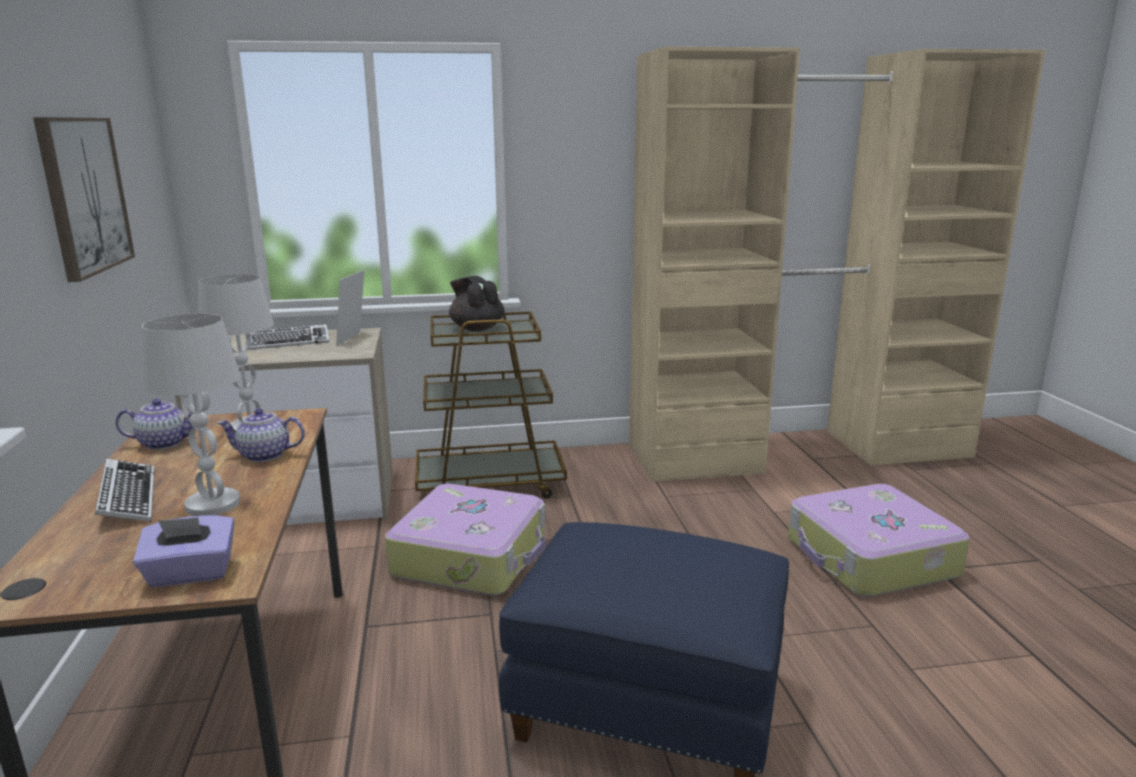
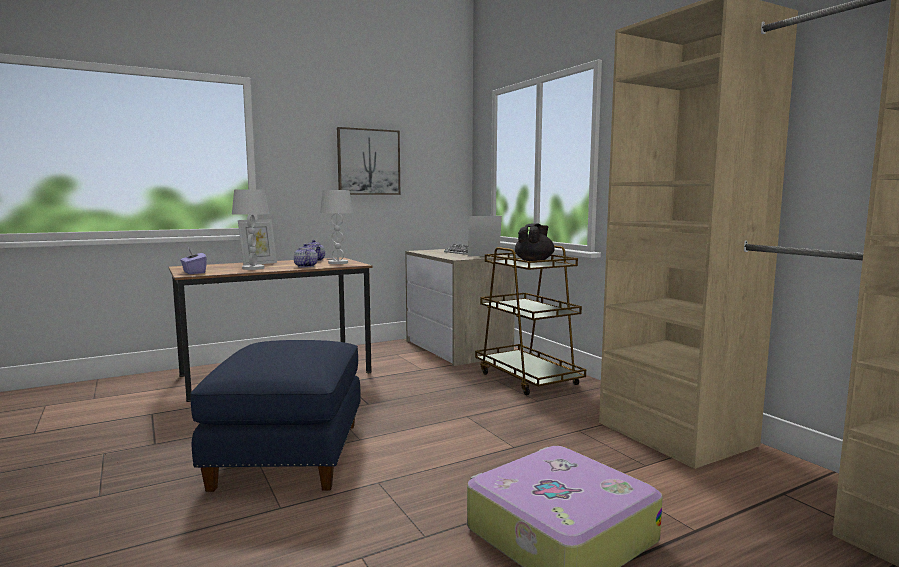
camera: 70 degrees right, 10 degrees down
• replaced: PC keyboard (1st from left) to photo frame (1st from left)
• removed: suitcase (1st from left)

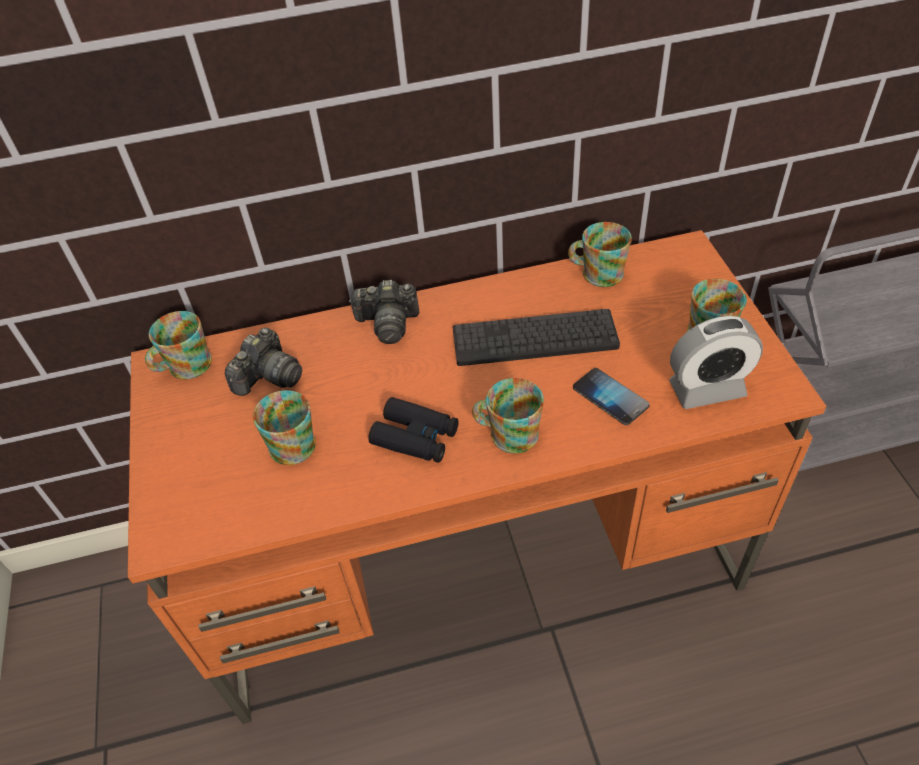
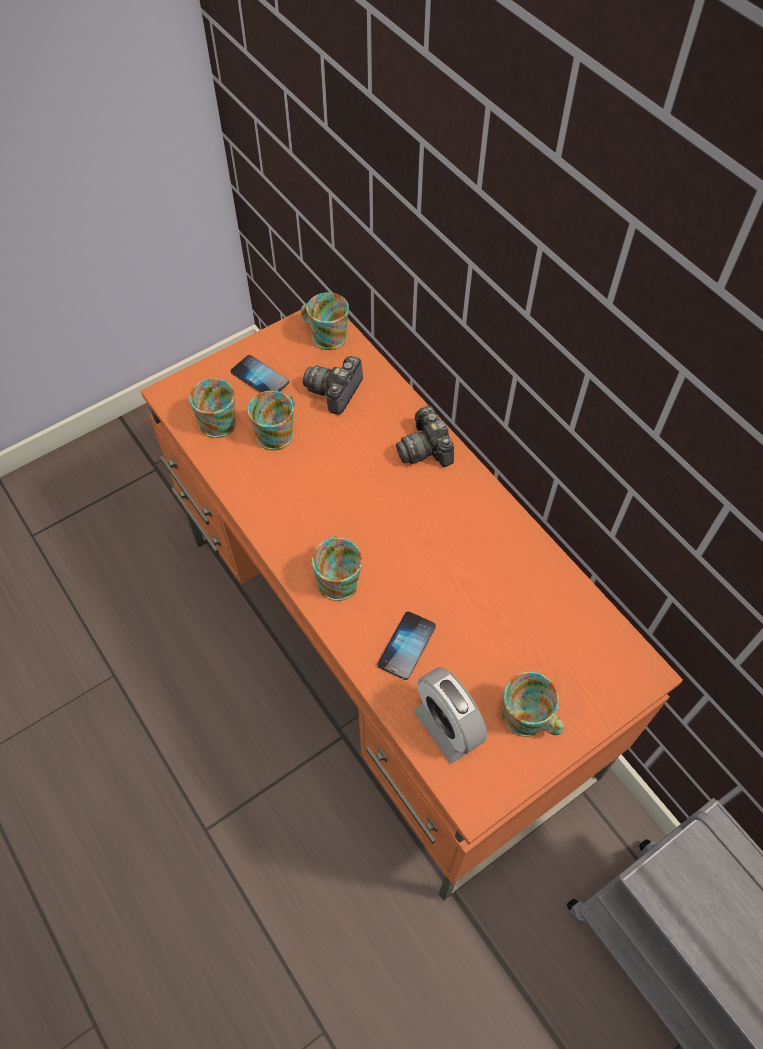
camera: 65 degrees right, 10 degrees up
• moved: tea mug (4th from left in the first image) to tea mug (1st from left)
• removed: PC keyboard
• turned: still camera (1st from left) 105 degrees clockwise
• removed: pair of binoculars (black)
• added: handset (1st from left)

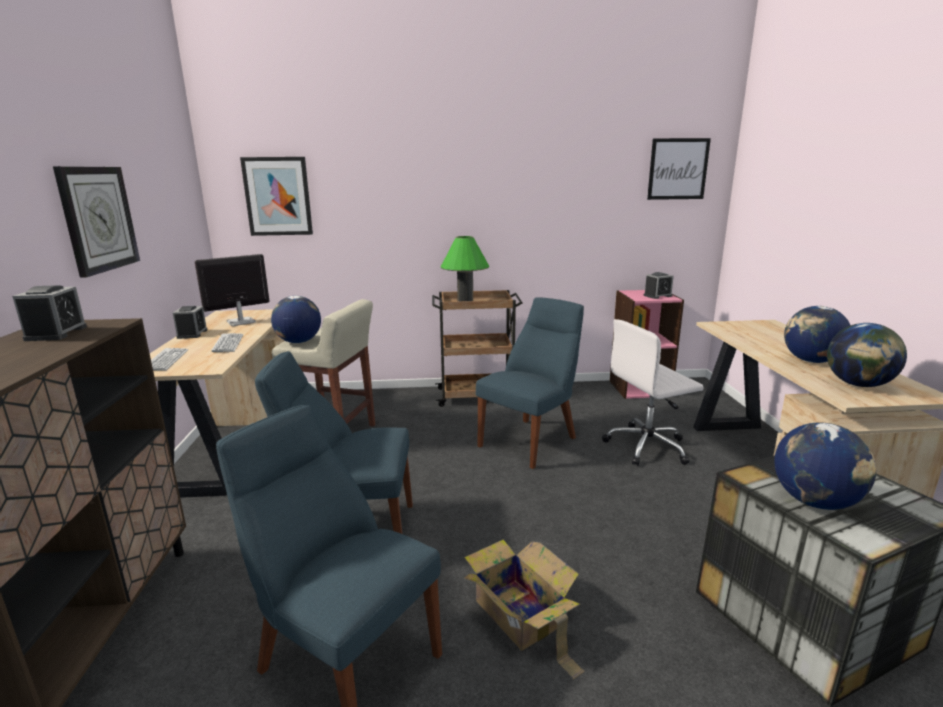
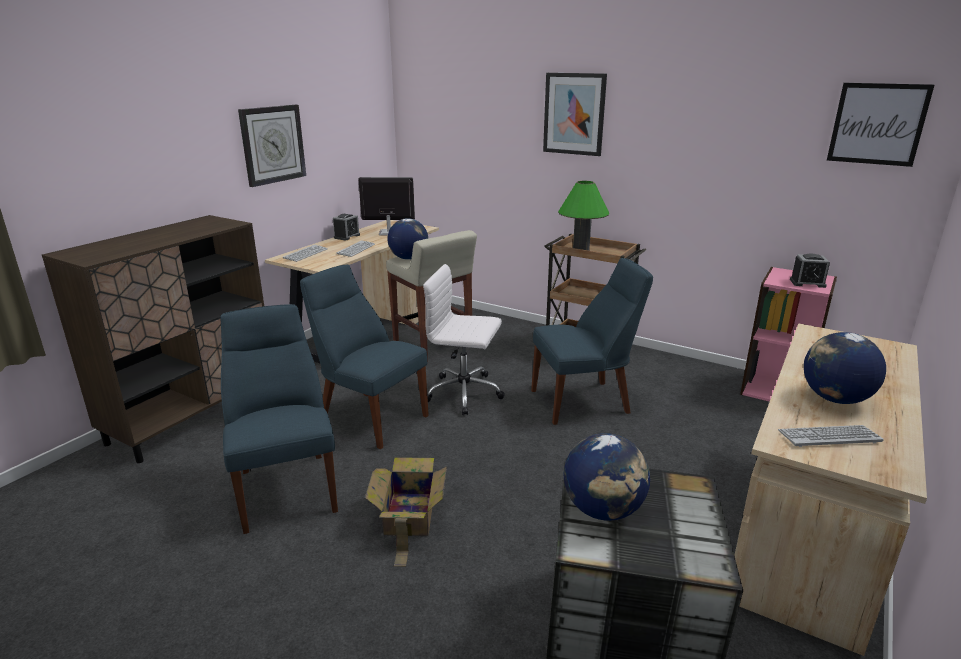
camera: 35 degrees right, 5 degrees up
• moved: wall picture (1st from left)
• removed: bedside clock (1st from left)
• moved: desk chair (white-coloured)
• replaced: world globe (4th from left) to PC keyboard (3rd from left)

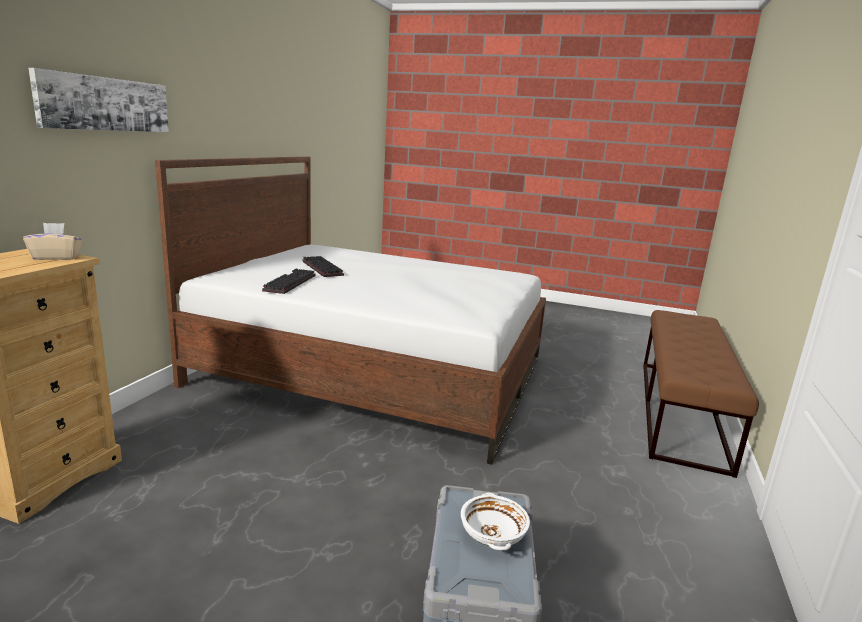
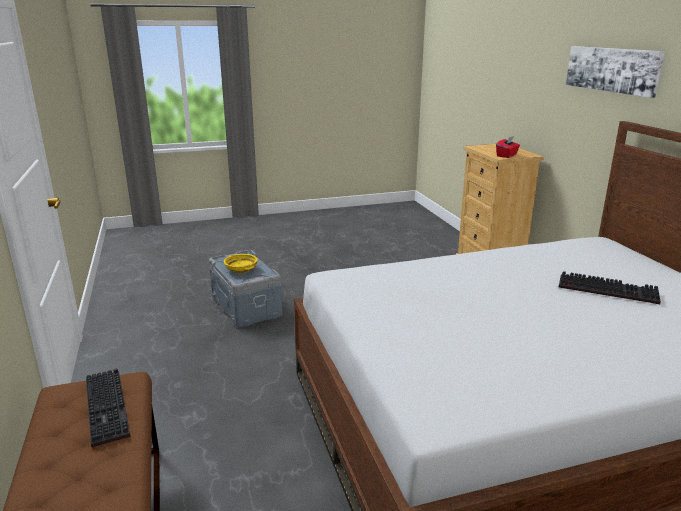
camera: 145 degrees right, 5 degrees up
• recoloured: box of tissues (beige-coloured) to box of tissues (red-coloured)
• moved: PC keyboard (1st from left)
• recoloured: bowl (white-coloured) to bowl (yellow-coloured)

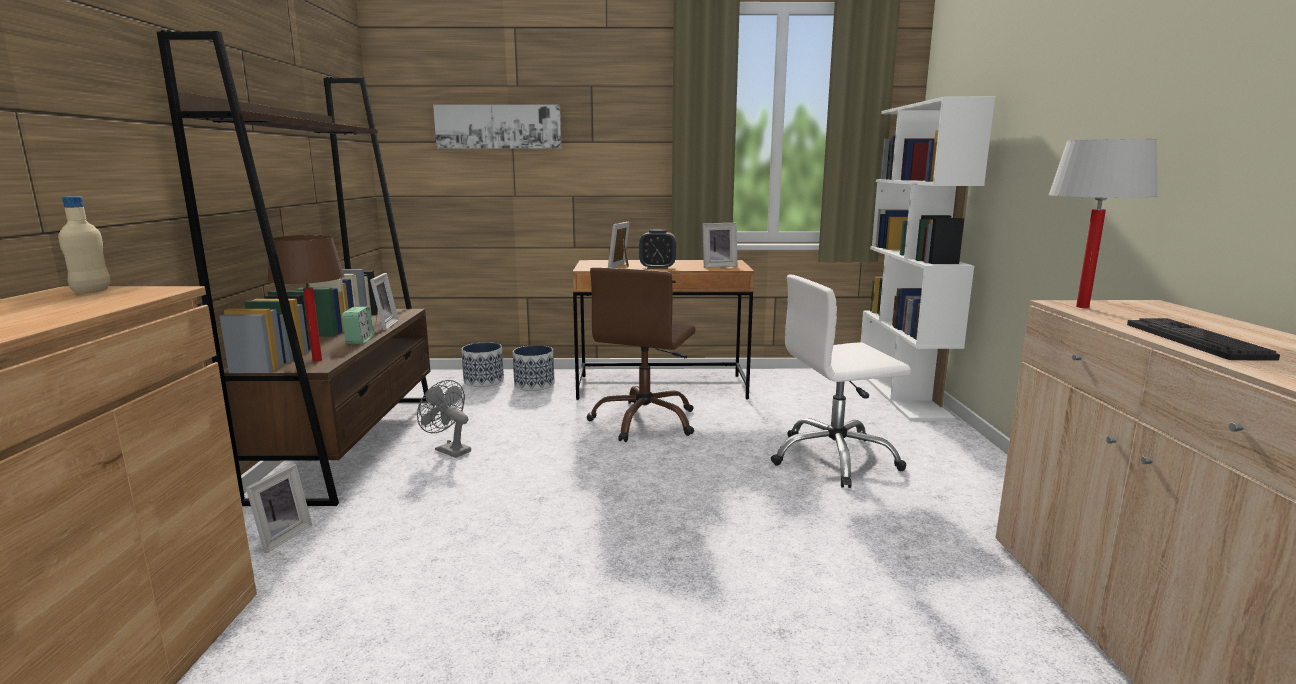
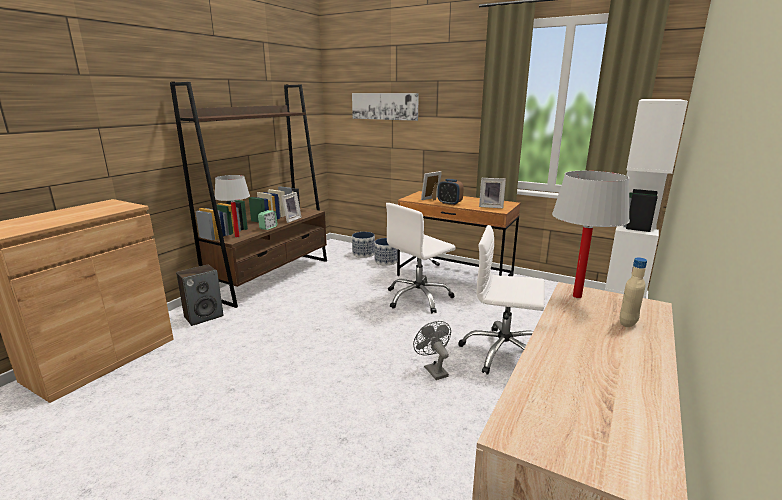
camera: 30 degrees right, 5 degrees up
• moved: bottle (beige-coloured)
• recoloured: lamp for a table (brown-coloured) to lamp for a table (white-coloured) (1st from left)
• recoloured: desk chair (brown-coloured) to desk chair (white-coloured) (1st from left)
• removed: PC keyboard
• moved: electric fan (greyish)
• replaced: photo frame (1st from left) to audio speaker

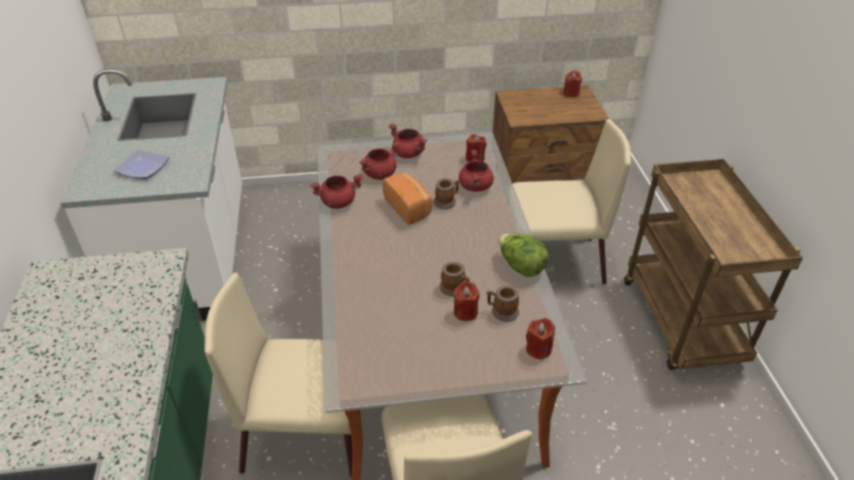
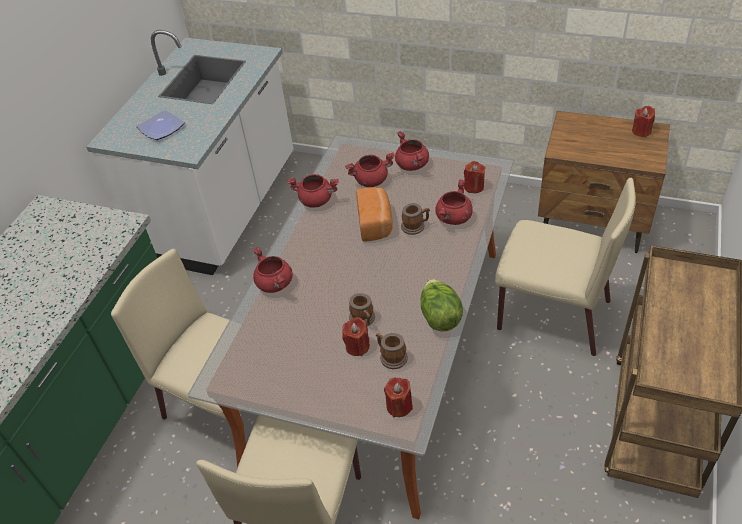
camera: 30 degrees right, 5 degrees up
• added: saucepot (red-coloured) (1st from left)

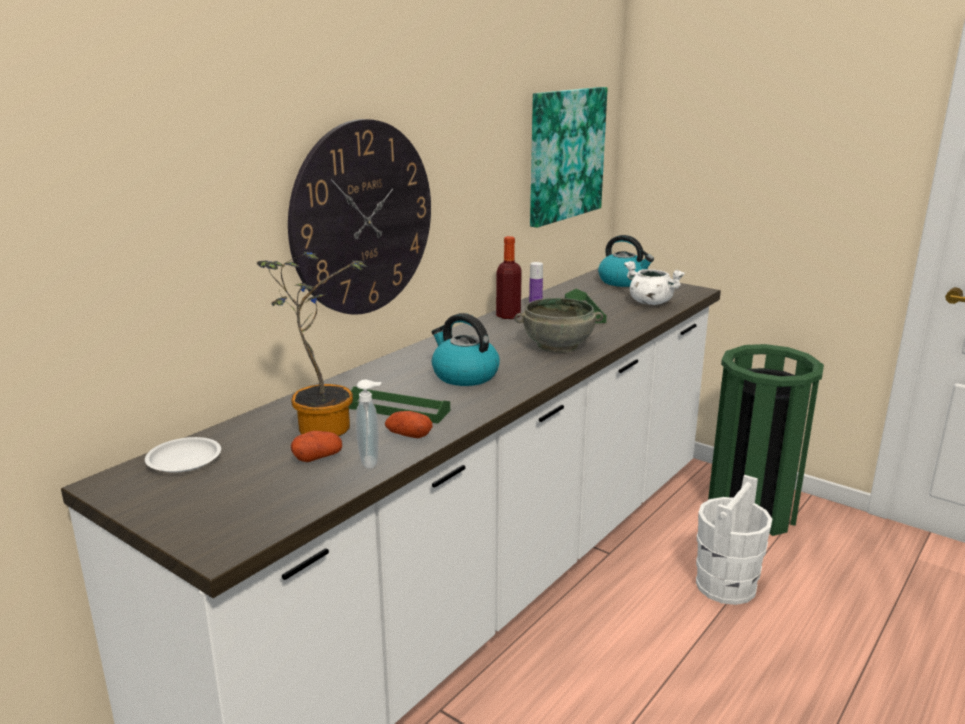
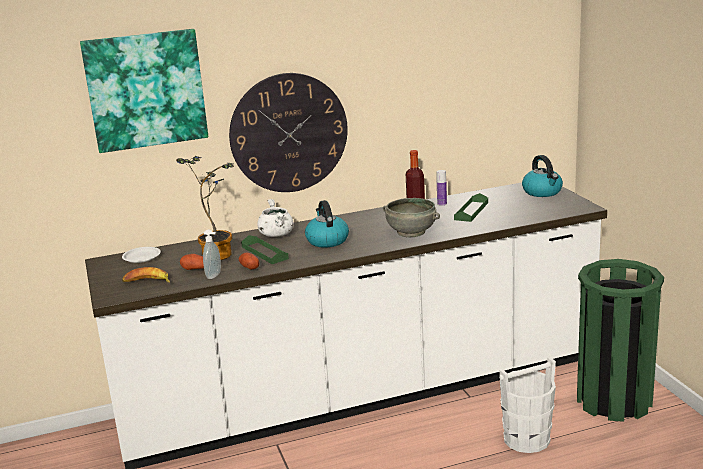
camera: 35 degrees right, 0 degrees up
• moved: wall picture
• moved: saucepot (white-coloured)
• added: banana

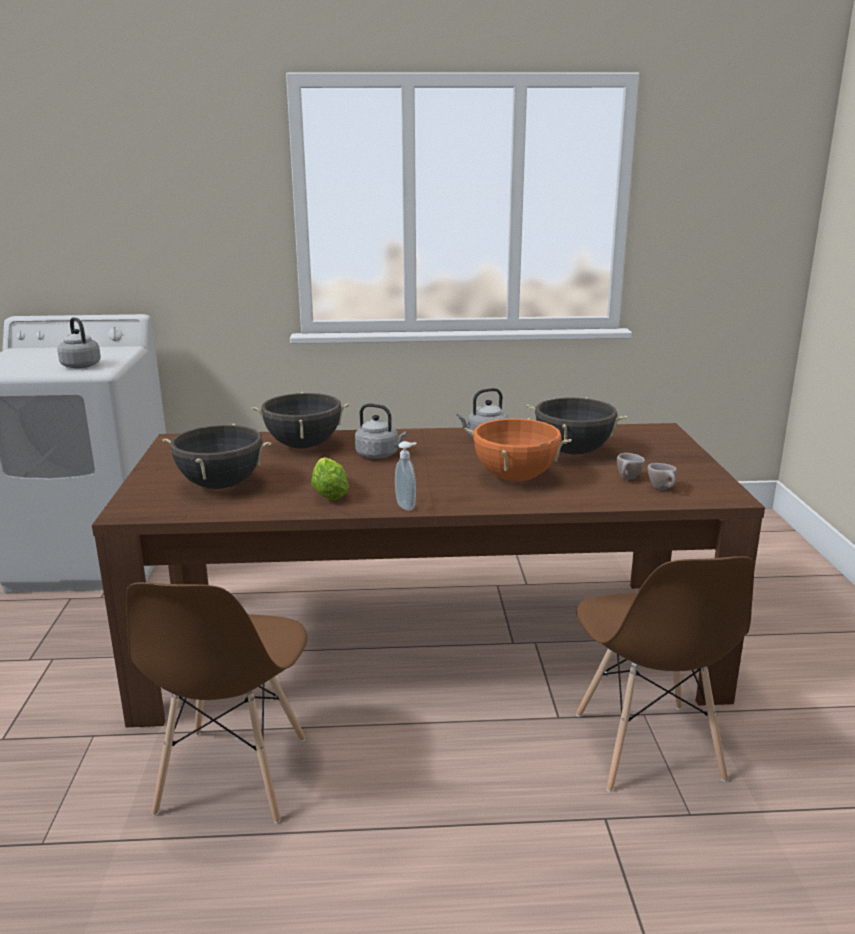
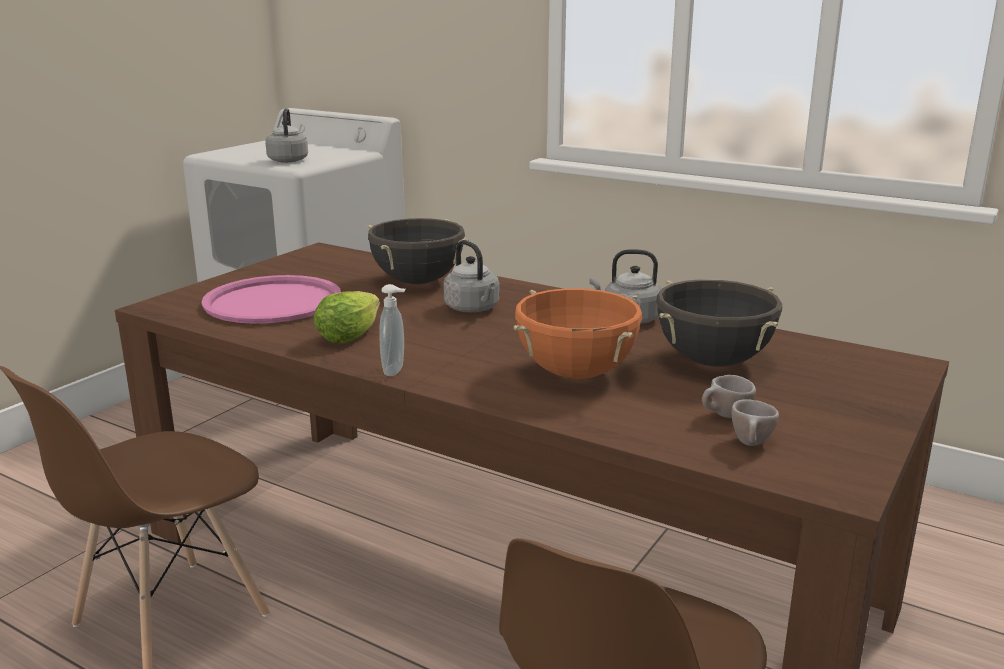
camera: 35 degrees right, 0 degrees up
• replaced: saucepot (black) (1st from left) to carrying tray (pinkish)

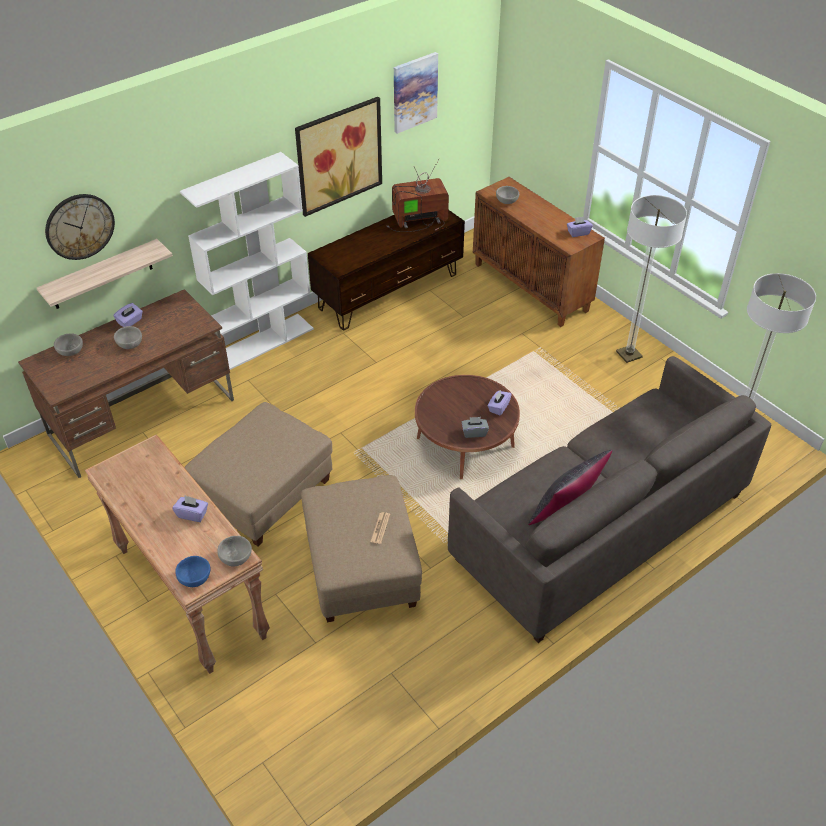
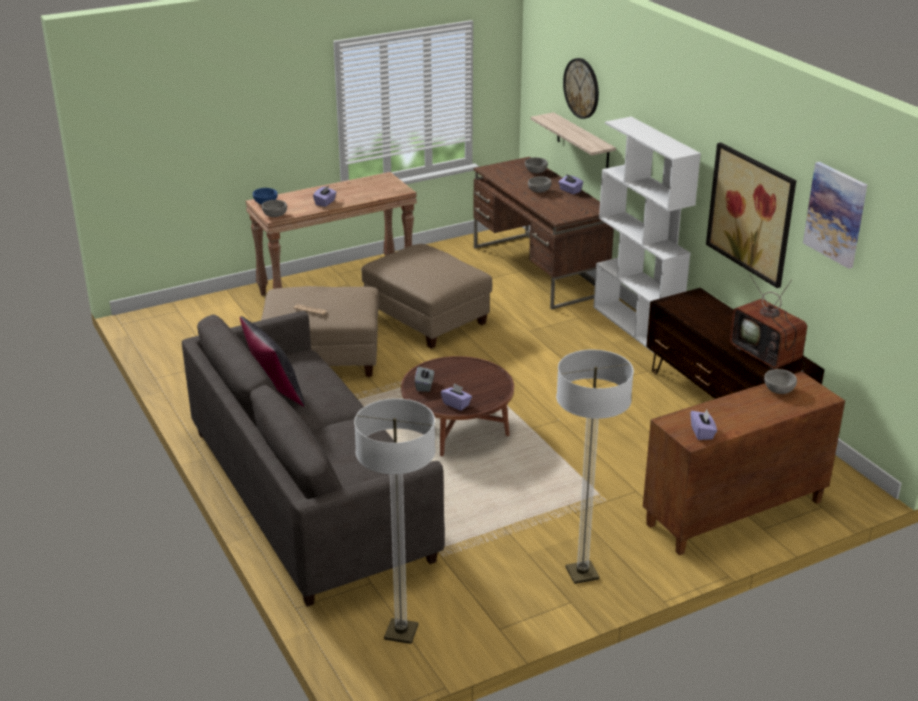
camera: 100 degrees right, 15 degrees down
• turned: television 150 degrees clockwise

